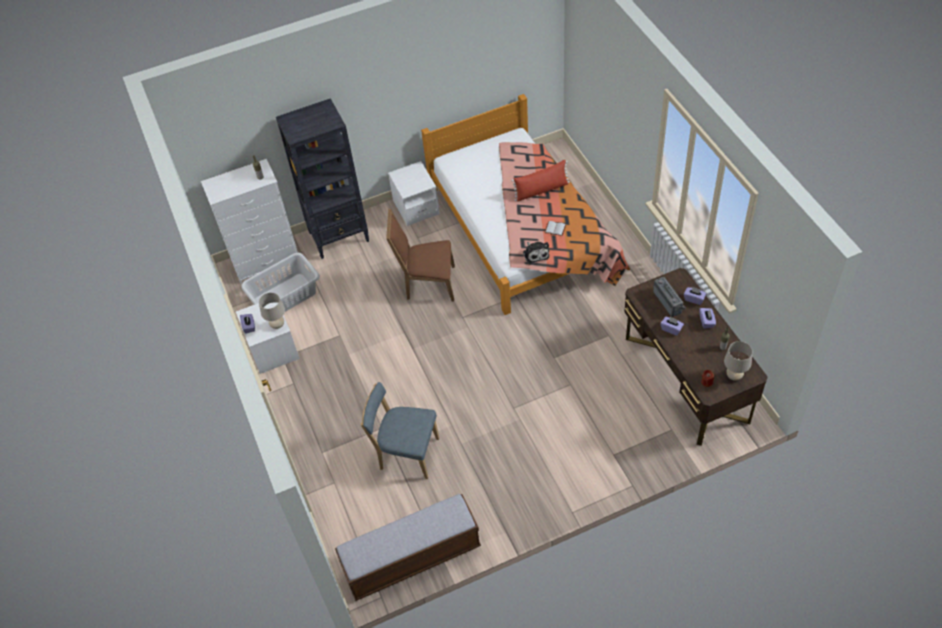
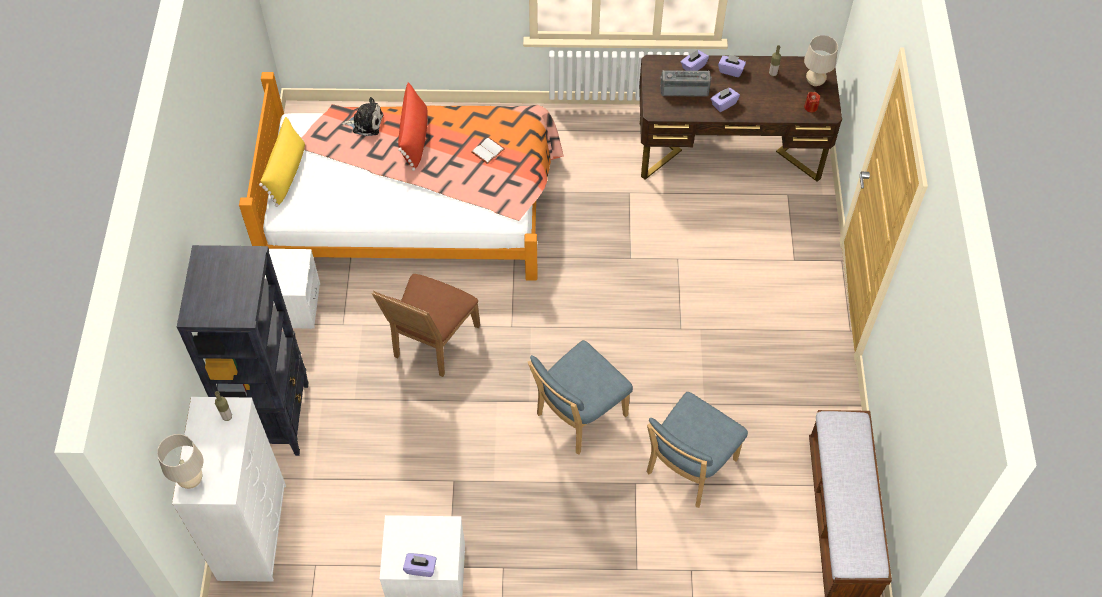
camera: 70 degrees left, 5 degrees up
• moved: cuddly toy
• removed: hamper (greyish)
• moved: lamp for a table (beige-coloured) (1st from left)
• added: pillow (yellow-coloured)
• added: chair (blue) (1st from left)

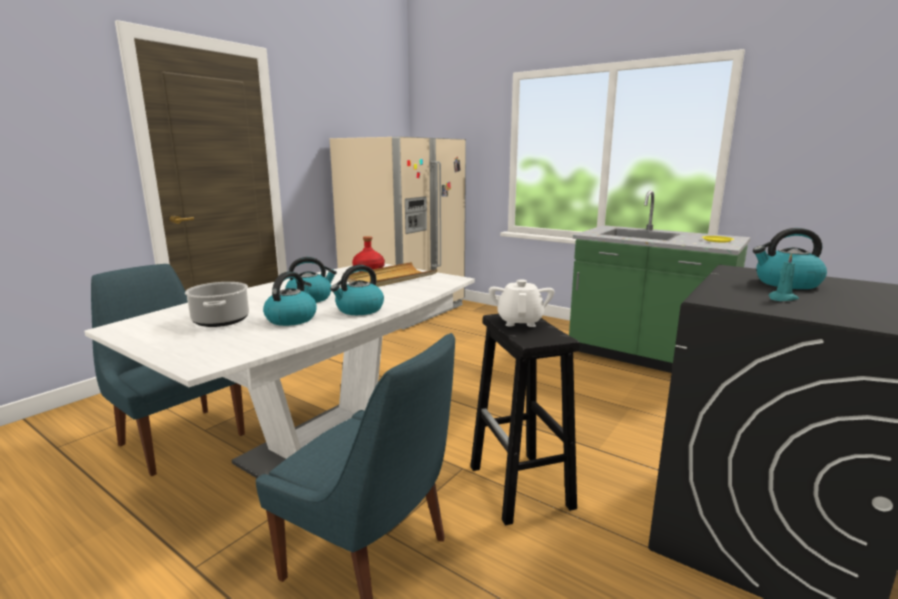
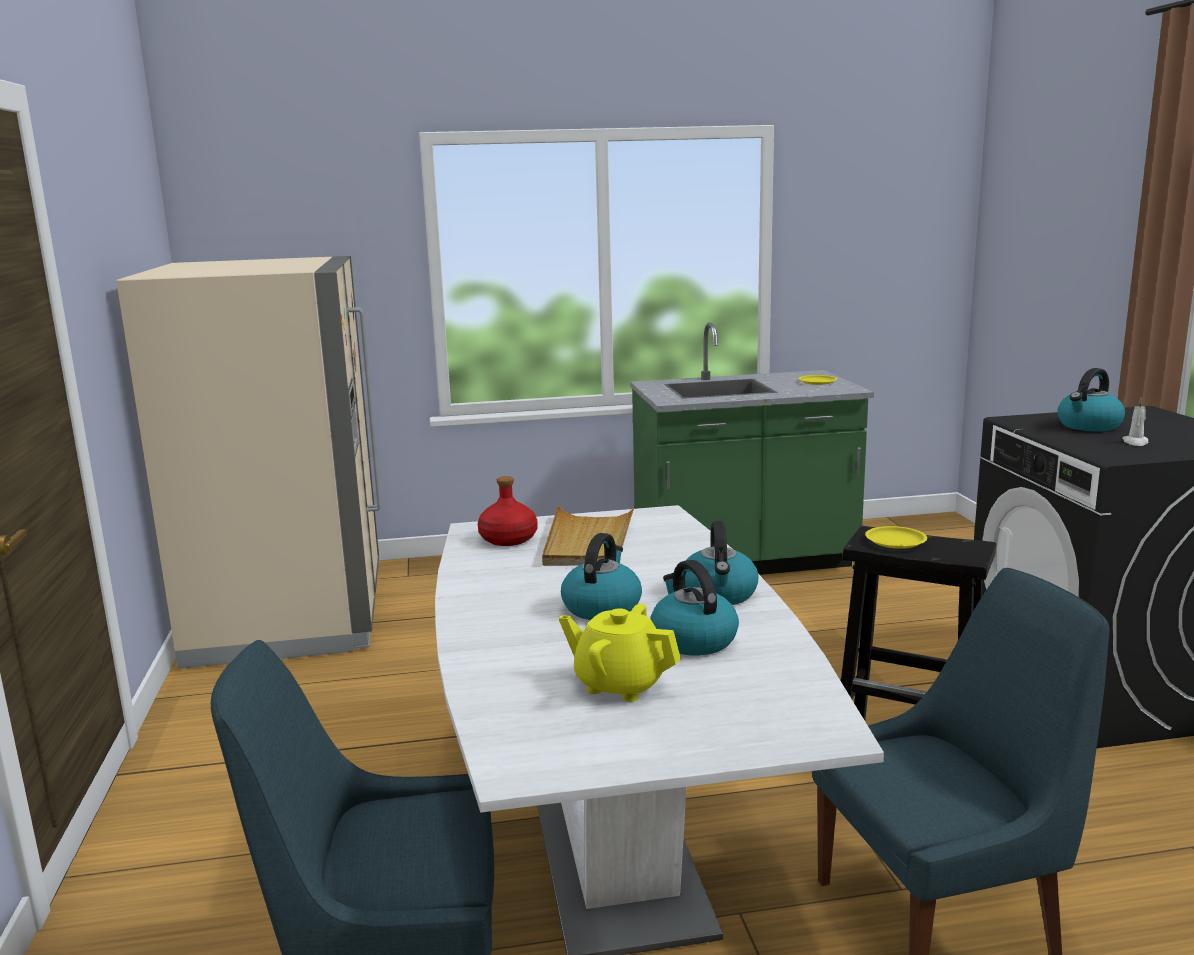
camera: 45 degrees left, 0 degrees up
• recoloured: candle (turquoise) to candle (white-coloured)
• replaced: teapot (white-coloured) to plate (yellow-coloured) (2nd from left)
• replaced: saucepot to teapot (yellow-coloured)

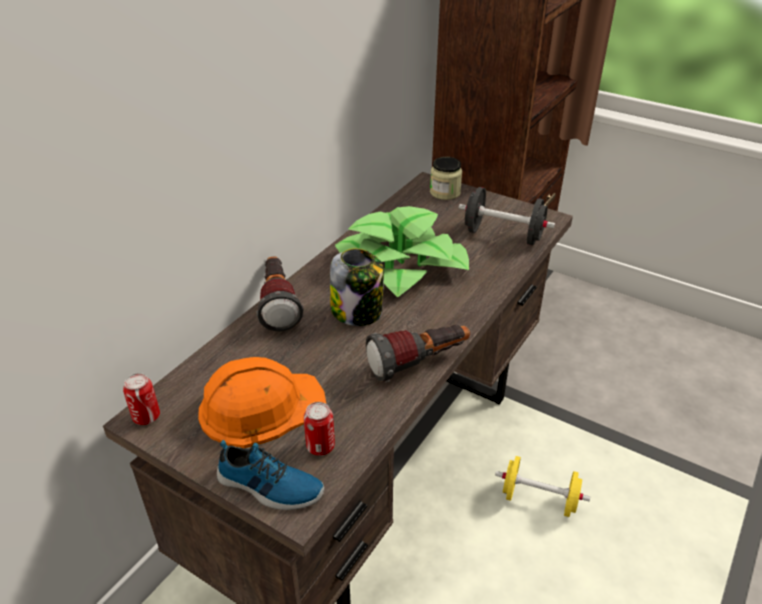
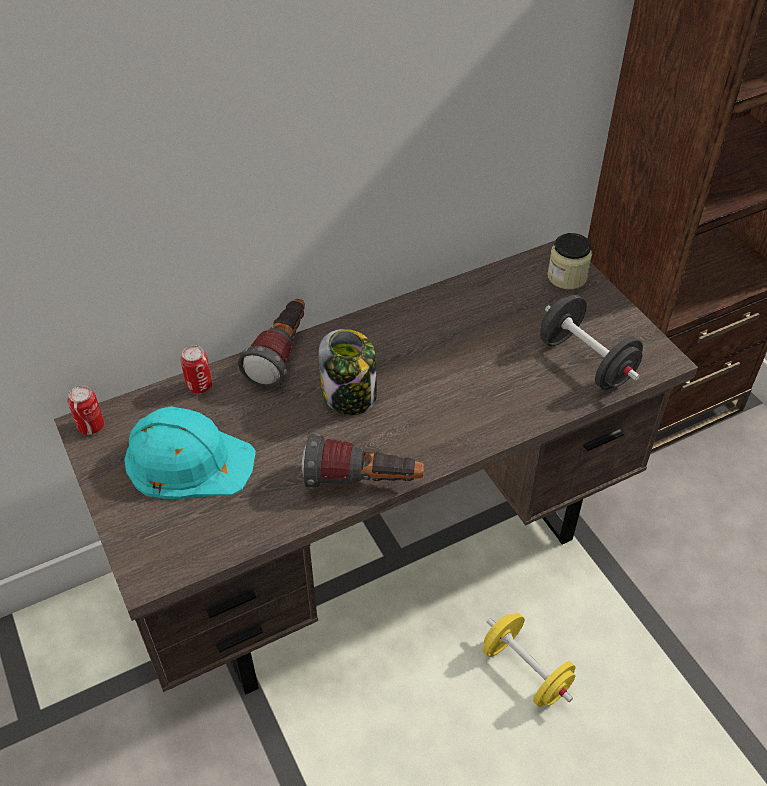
camera: 30 degrees right, 10 degrees up
• removed: plant in a pot
• recoloured: work helmet (orangey) to work helmet (turquoise)
• moved: sealed can (2nd from left)
• removed: low shoe

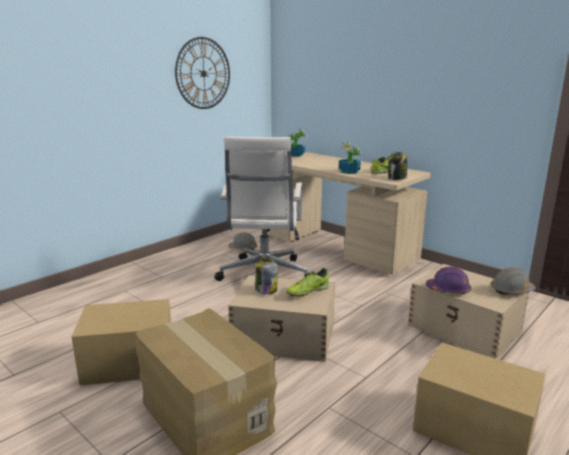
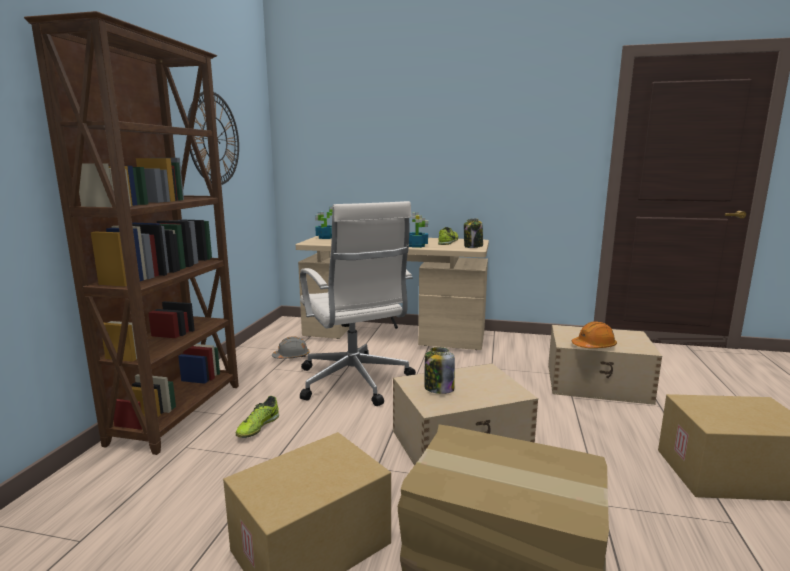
camera: 30 degrees left, 5 degrees down
• recoloured: work helmet (purplish) to work helmet (orangey)
• removed: work helmet (greyish) (2nd from left)
• moved: low shoe (1st from left)
• added: shelving unit (brown-coloured)

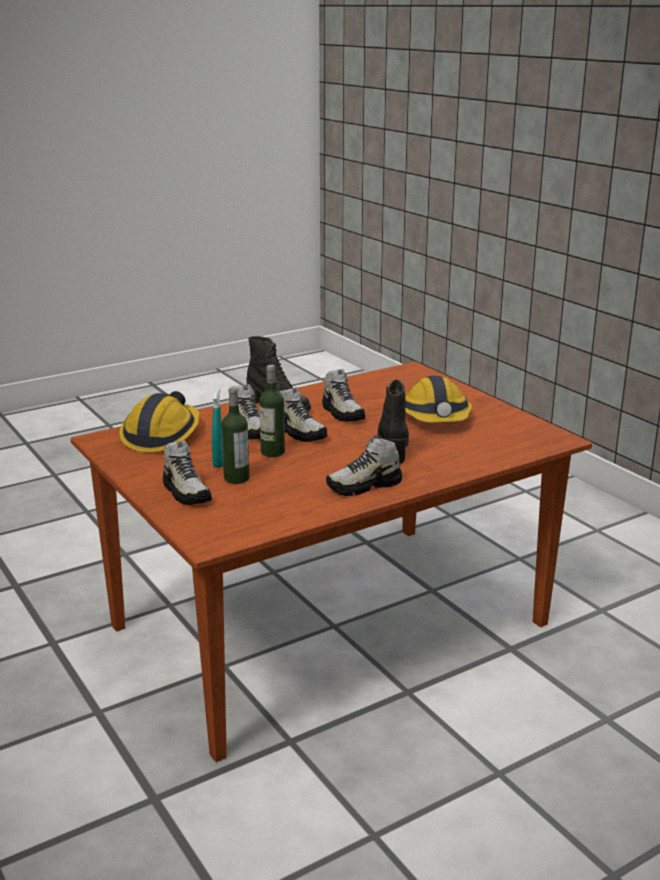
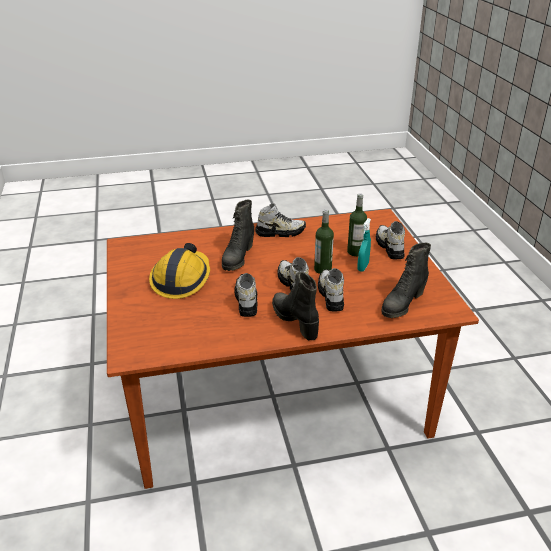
camera: 160 degrees left, 10 degrees up
• replaced: work helmet (1st from left) to boot (black) (3rd from left)

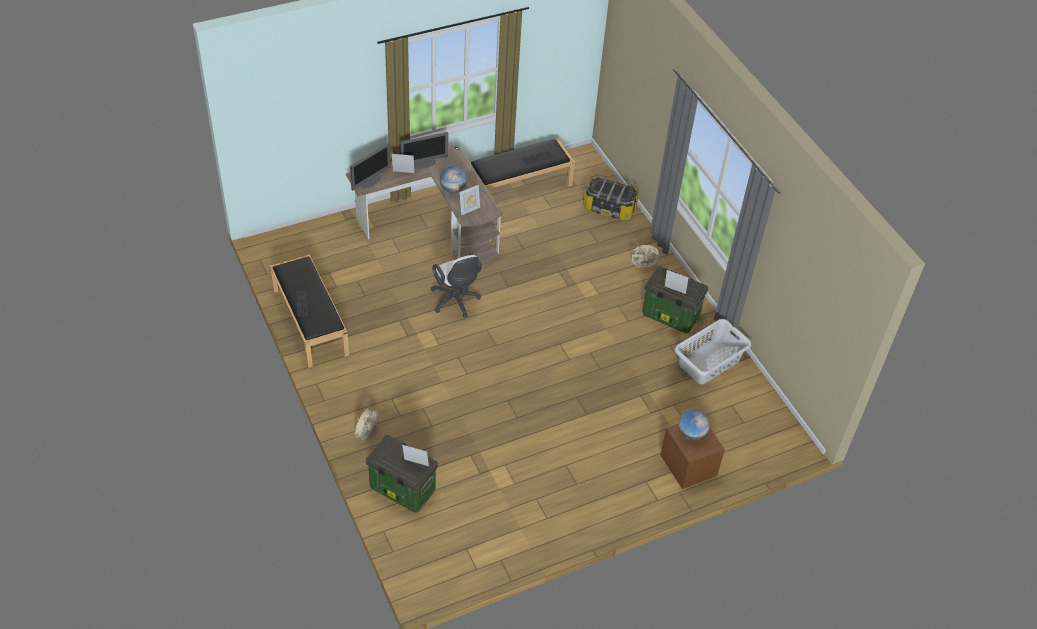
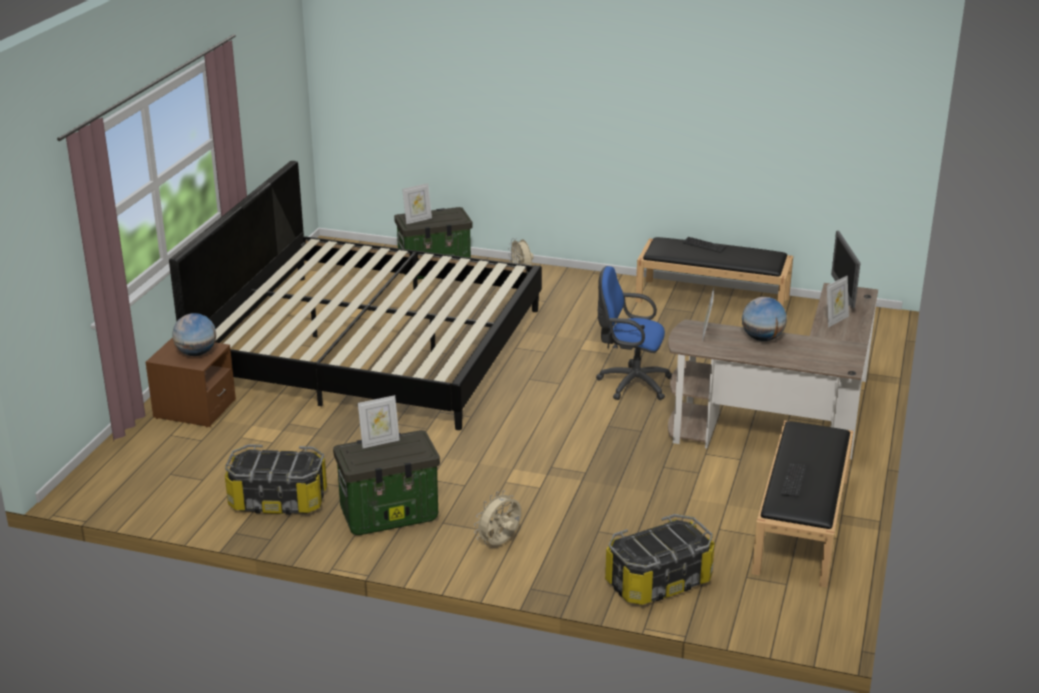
camera: 135 degrees right, 20 degrees down
• removed: computer screen (2nd from left)
• recoloured: desk chair (white-coloured) to desk chair (blue)
• replaced: hamper (greyish) to storage container (1st from left)
• added: sleeping bed

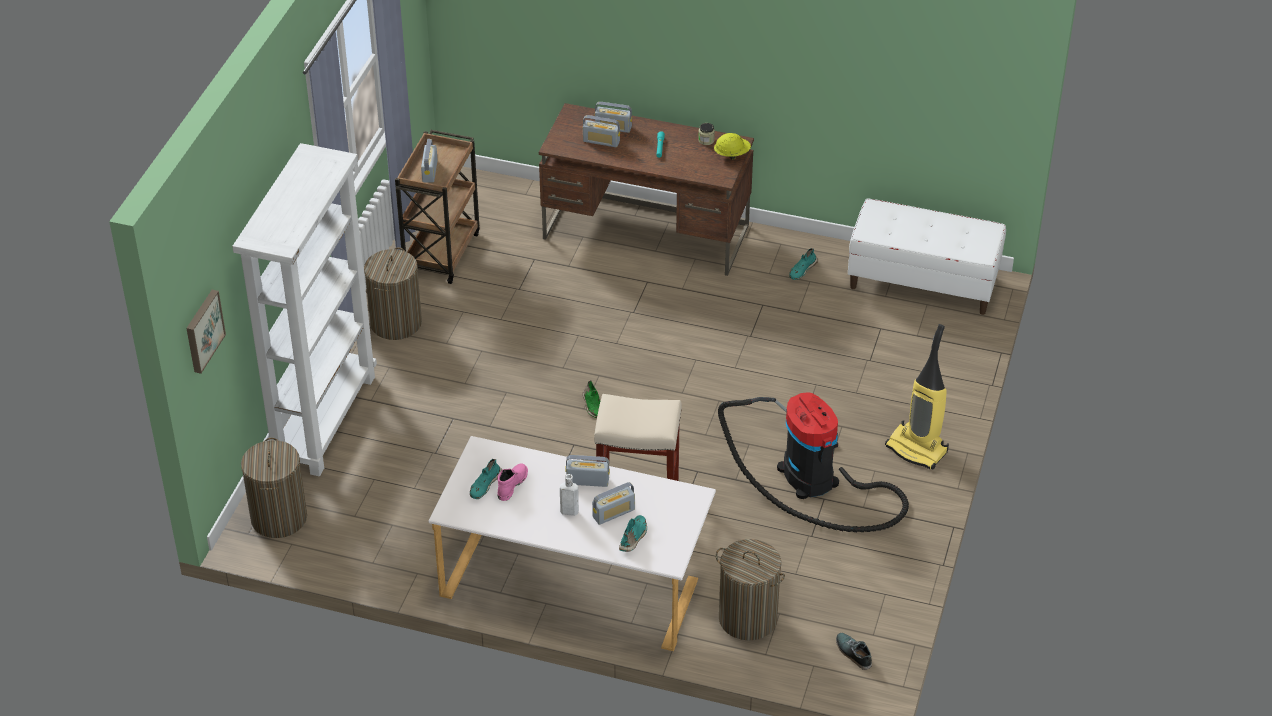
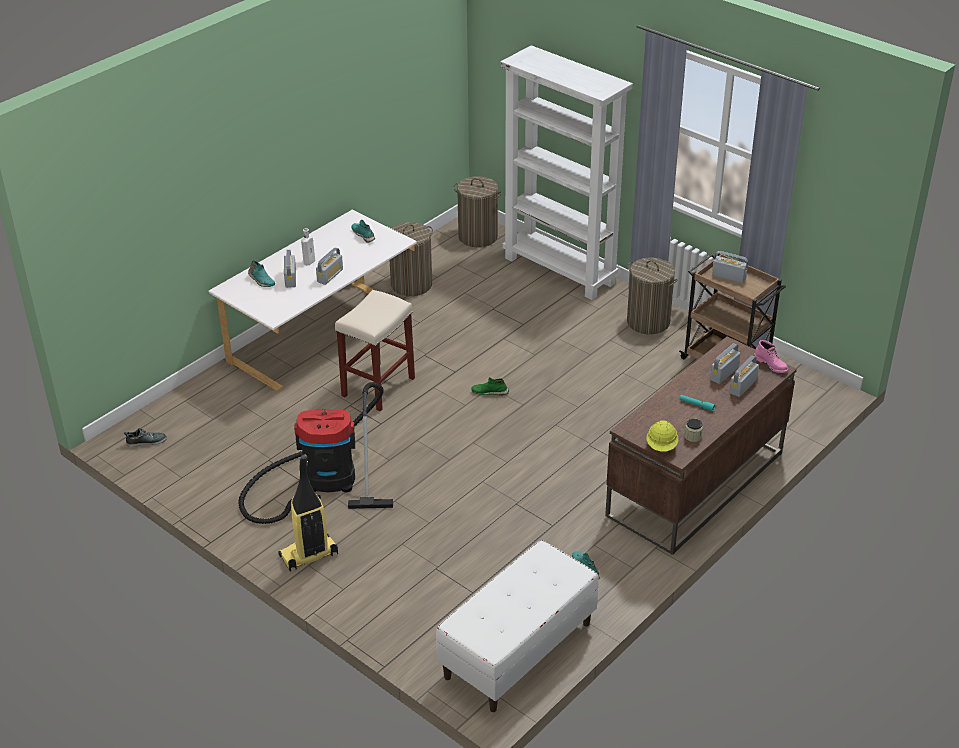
camera: 115 degrees right, 5 degrees down
• removed: wall picture
• moved: boot (pinkish)
• moved: hamper (3rd from left in the first image) to hamper (1st from left)

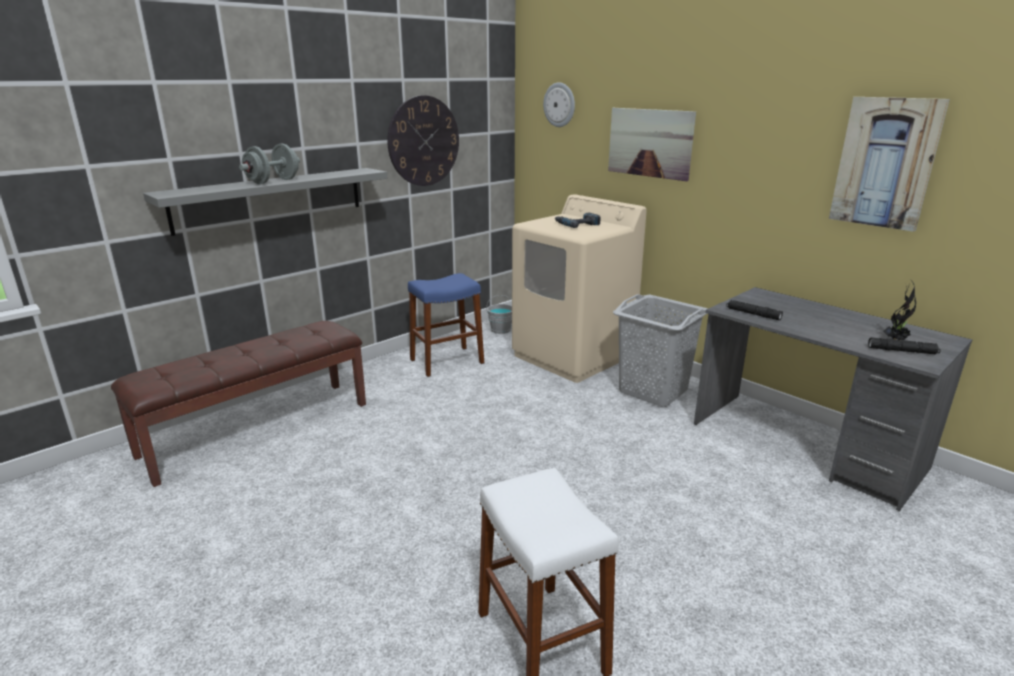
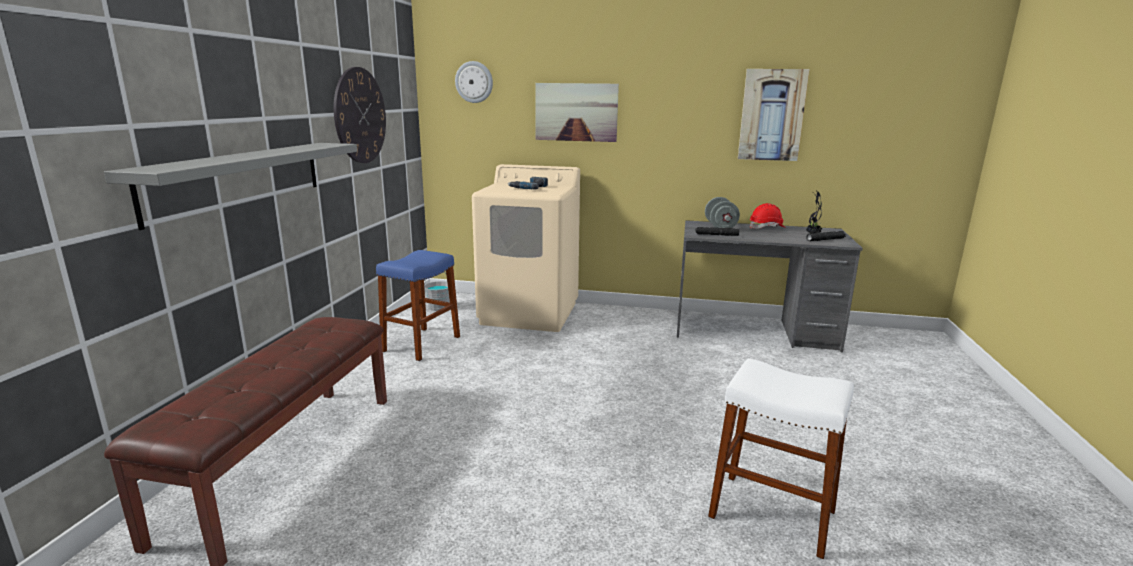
camera: 35 degrees left, 5 degrees down
• moved: hand weight (greyish)
• removed: hamper (greyish)
• added: work helmet (red-coloured)

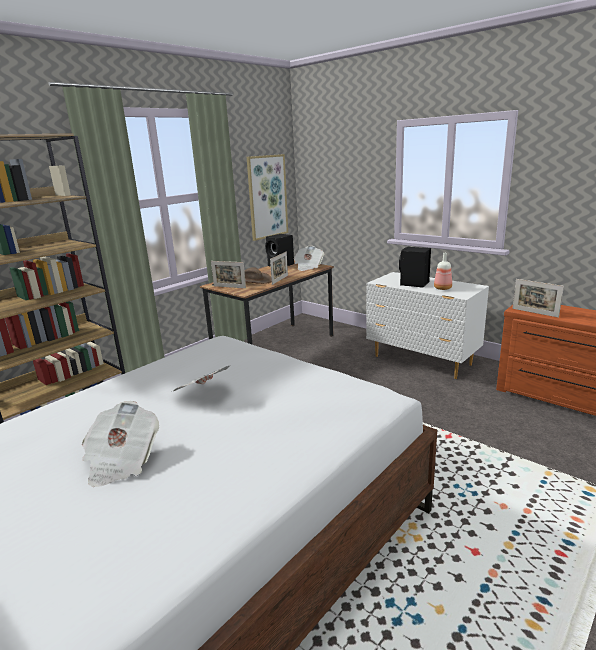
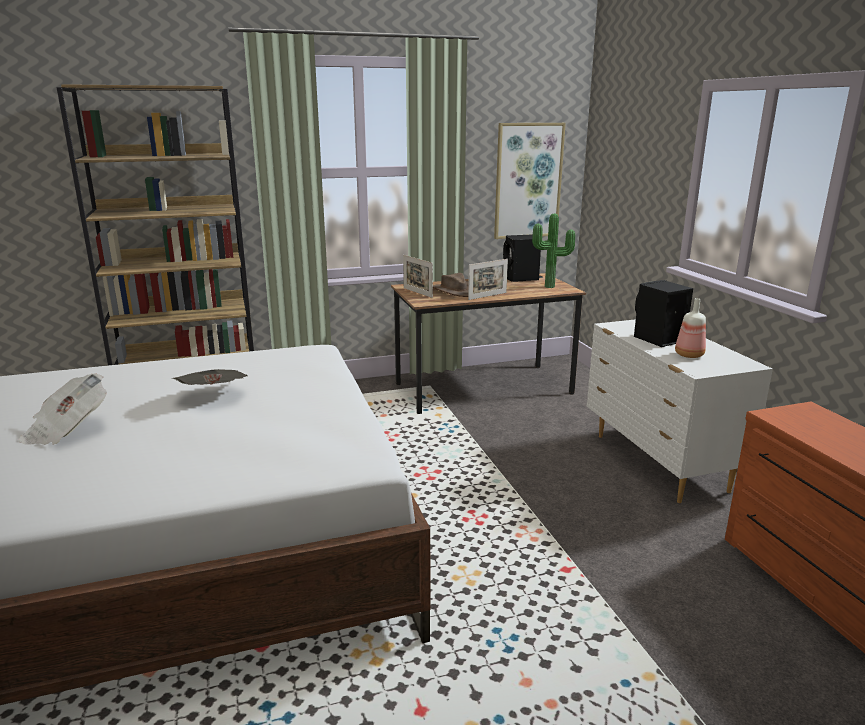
camera: 30 degrees right, 0 degrees up
• replaced: daily paper (3rd from left) to plant in a pot
• removed: photo frame (3rd from left)

